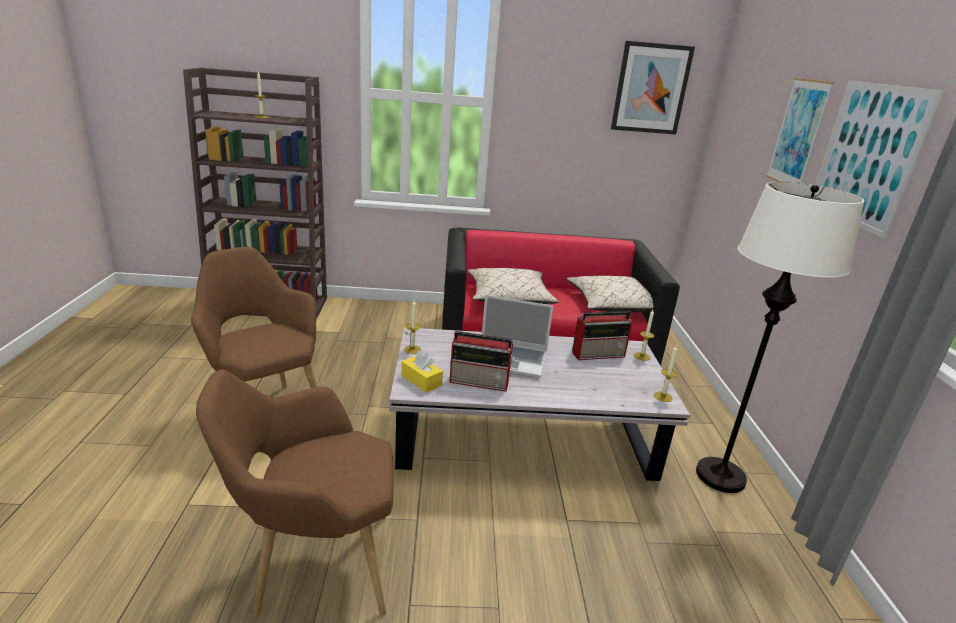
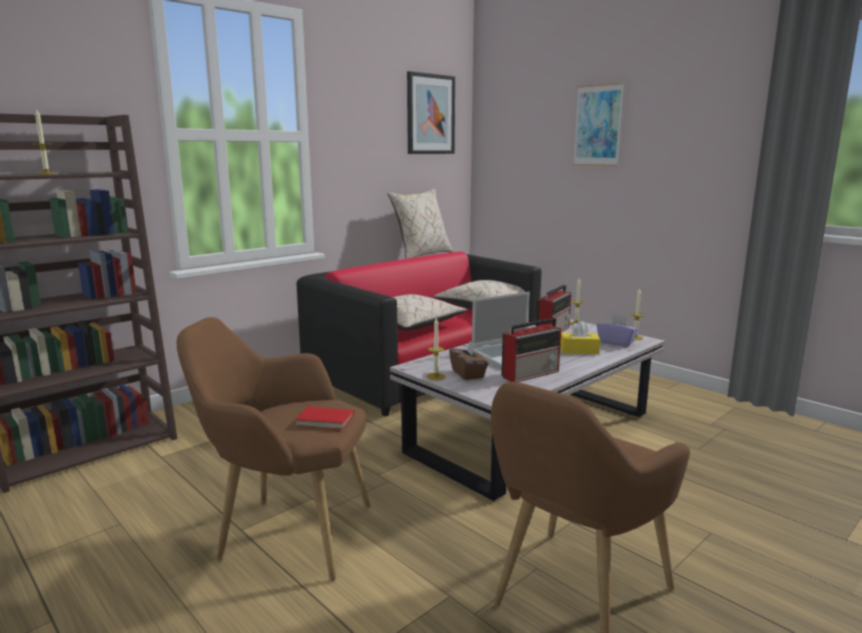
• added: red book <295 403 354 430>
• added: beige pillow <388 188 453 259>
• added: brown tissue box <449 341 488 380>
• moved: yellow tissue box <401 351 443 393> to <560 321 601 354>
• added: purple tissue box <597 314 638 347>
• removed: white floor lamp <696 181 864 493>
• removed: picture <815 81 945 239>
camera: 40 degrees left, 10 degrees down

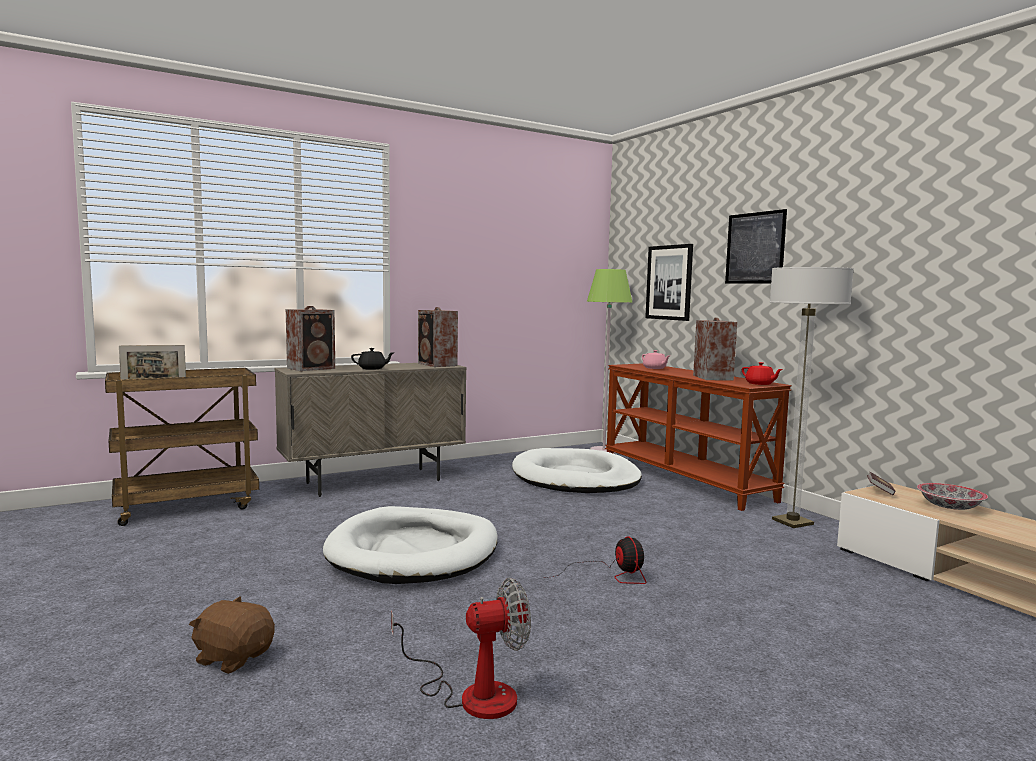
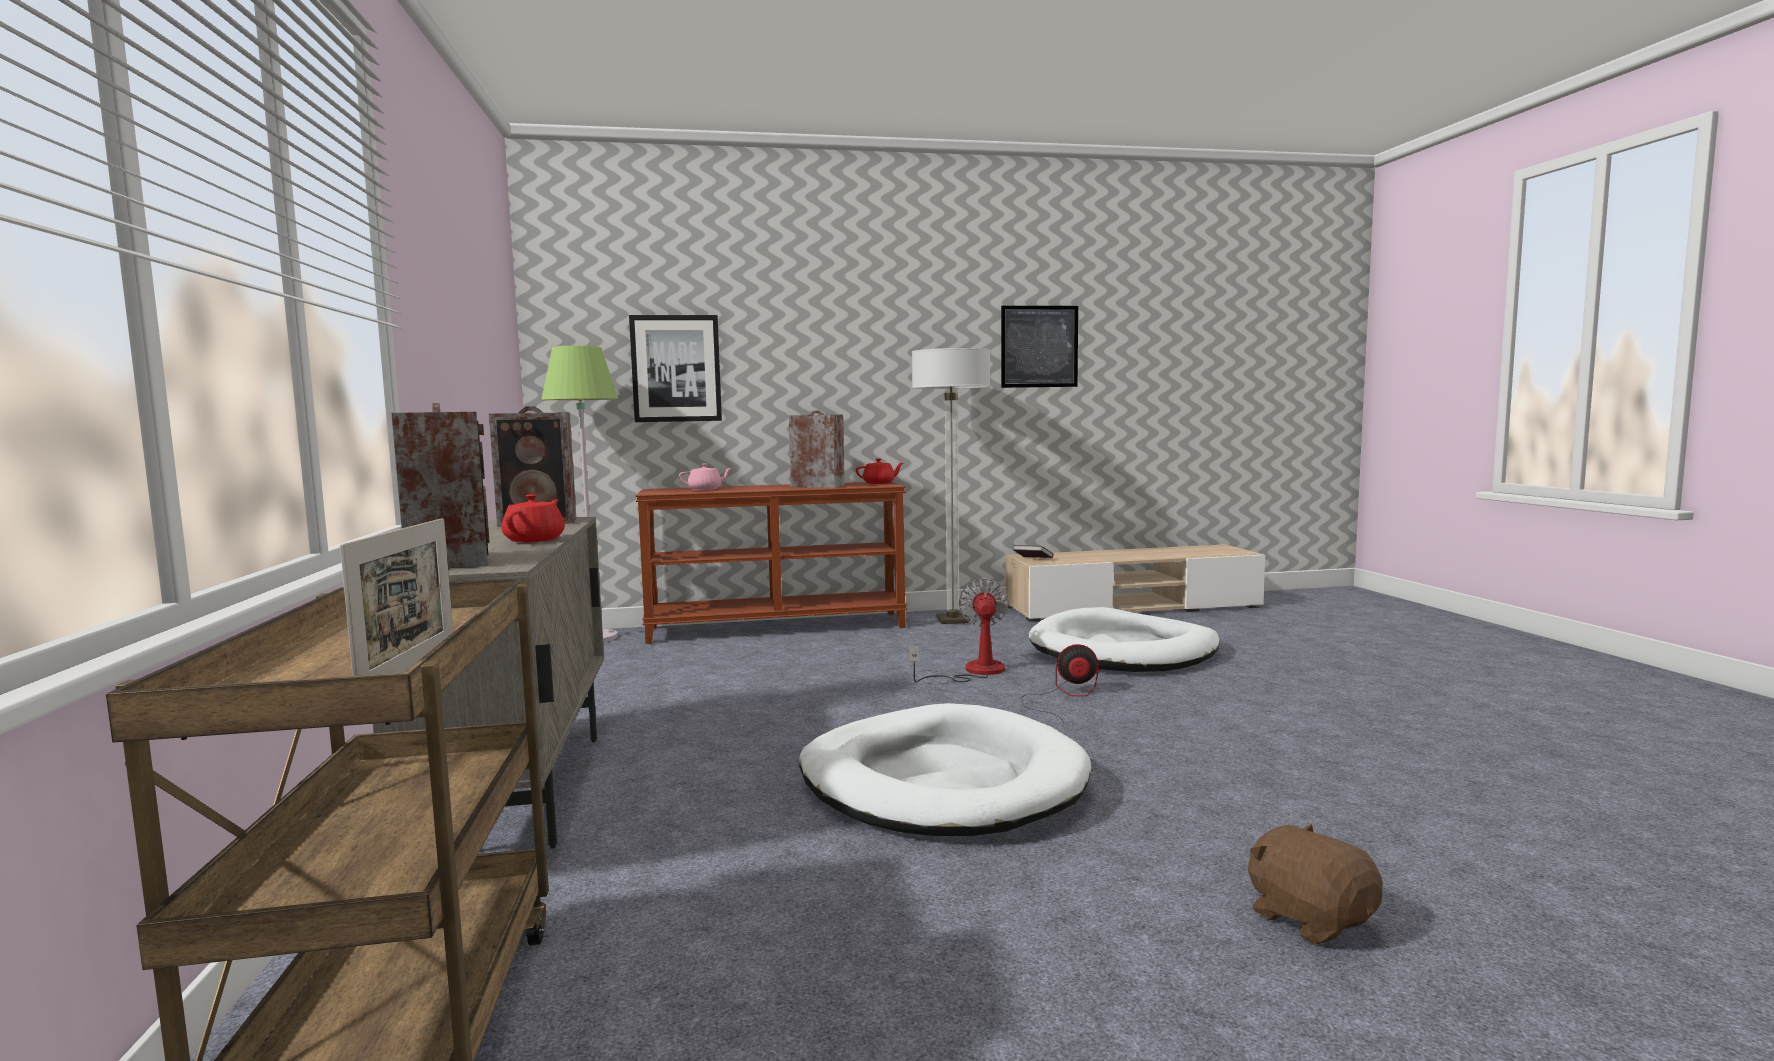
• recoloured: black teapot <351 348 395 370> to red teapot <502 494 565 542>
• moved: fan <391 578 531 719> to <908 578 1009 682>
• moved: picture <725 209 787 284> to <1001 306 1078 388>
• moved: white dog bed <512 448 642 493> to <1029 607 1220 672>
• turned: brown plush toy <189 596 275 674> = <1248 824 1383 944> 105 degrees clockwise
• removed: bowl <917 483 988 510>
camera: 70 degrees left, 0 degrees up

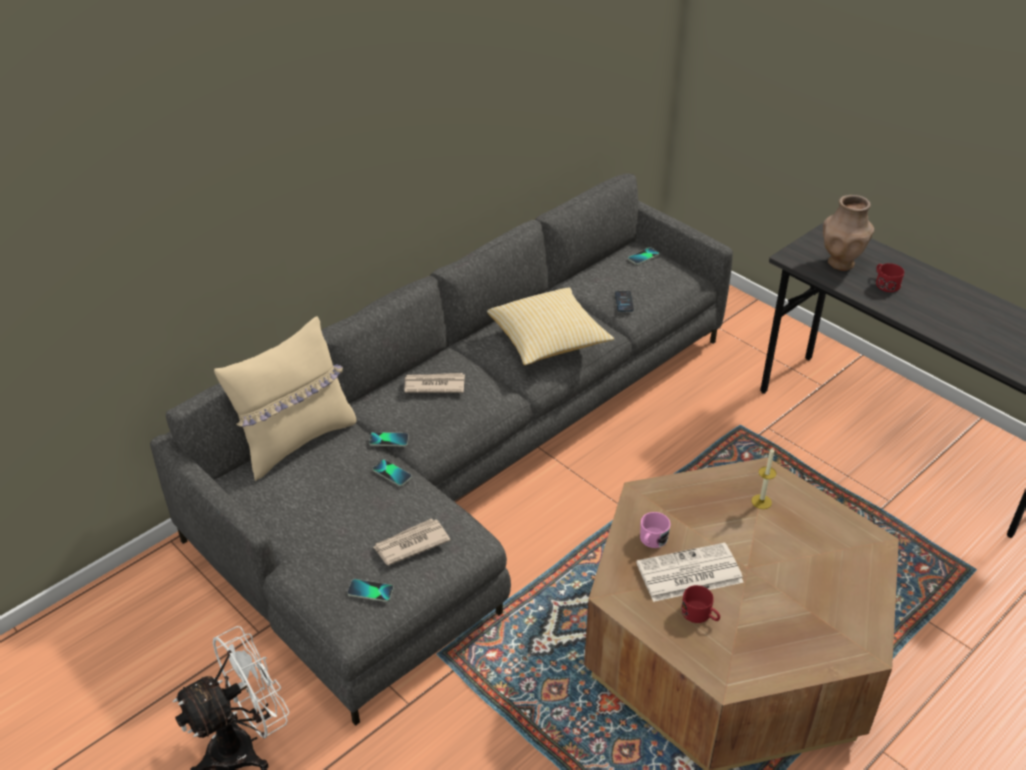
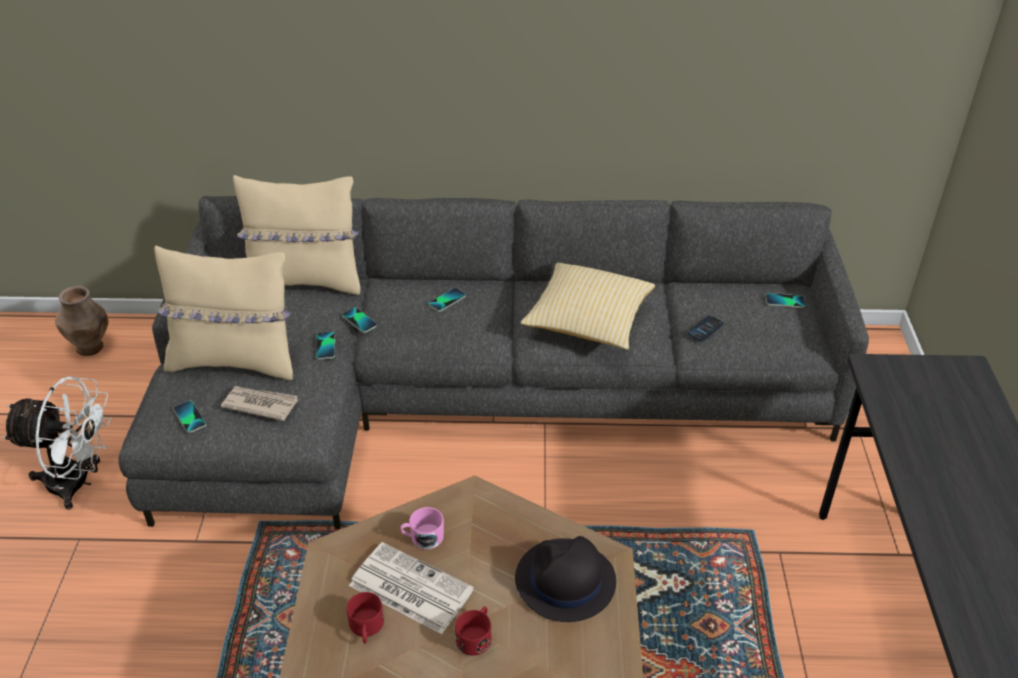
• moved: brown vase <823 195 874 271> to <55 286 108 356>
• added: beige pillow <154 245 293 380>
• replaced: newspaper <404 373 465 393> to phone <428 288 466 312>
• moved: red mug <876 263 904 292> to <455 606 492 656>
• replaced: candle <751 447 776 509> to black hat <515 536 616 622>
camera: 45 degrees right, 0 degrees up

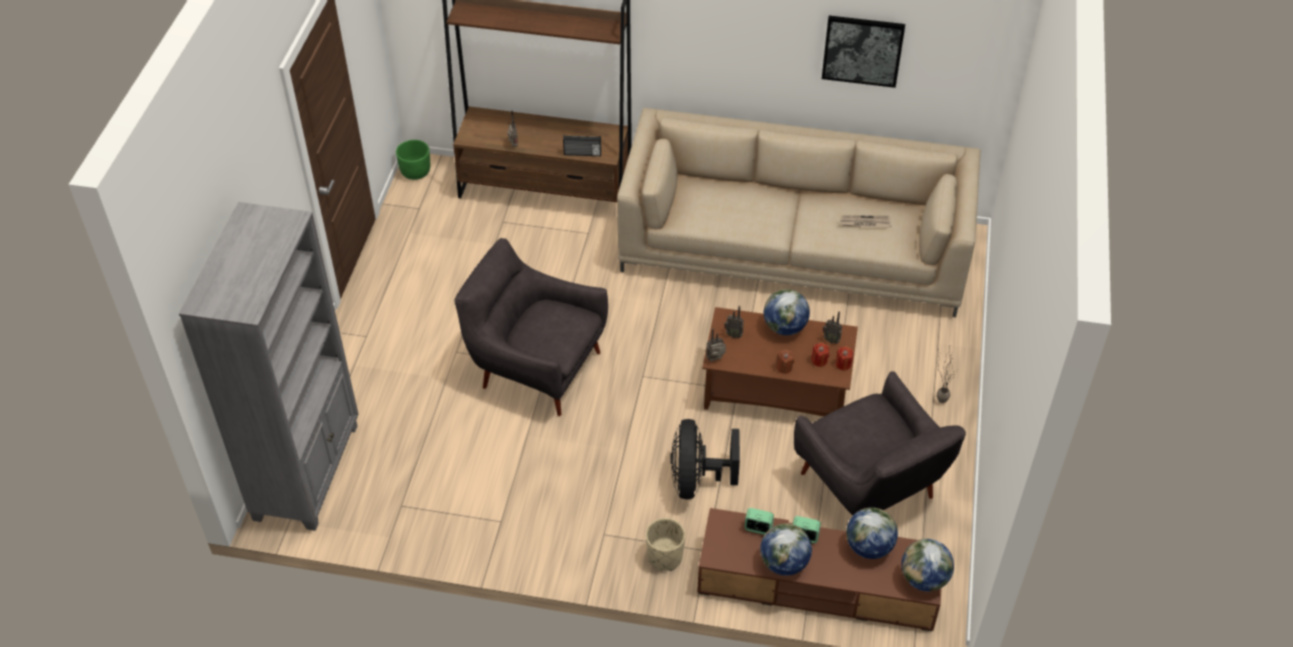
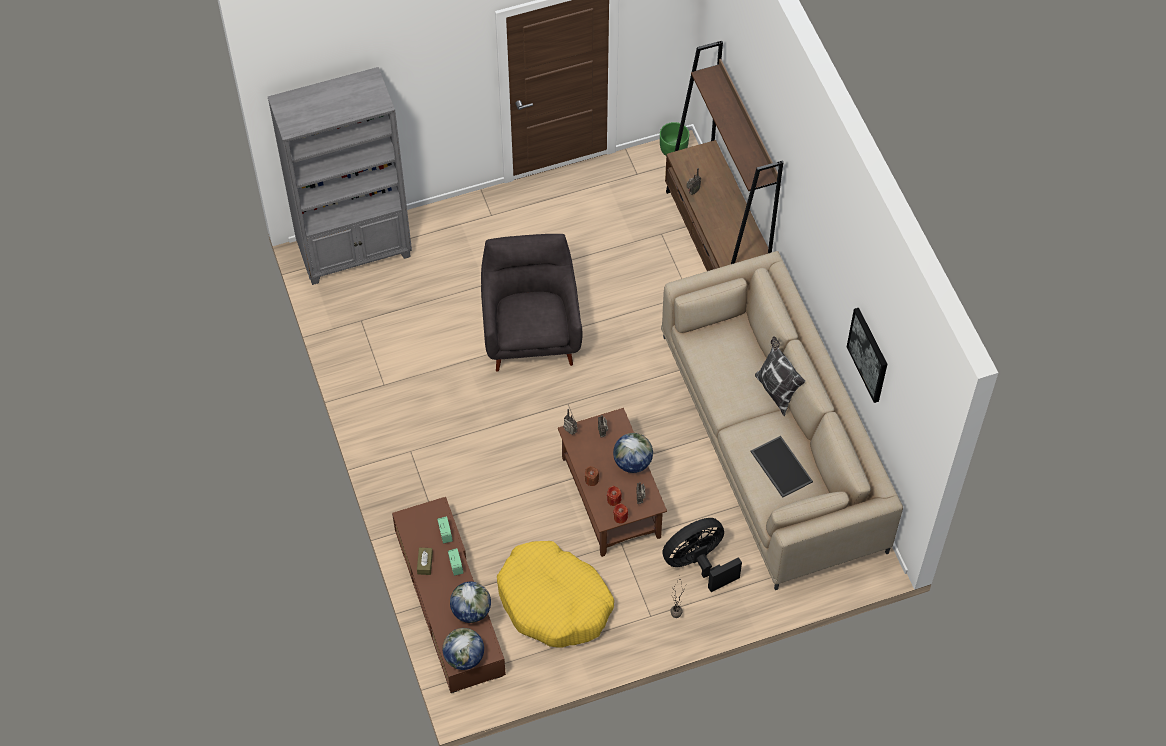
• replaced: globe <760 523 812 576> to brown tissue box <417 548 433 575>
• replaced: grey armchair <794 371 966 515> to yellow dog bed <497 541 614 648>
• moved: black fan <670 419 740 499> to <662 518 742 592>
• replaced: newspaper <840 215 891 228> to tray <751 436 813 498>
• added: pillow <755 336 805 417>
• removed: radio <563 135 601 156>
• removed: beige planter <645 518 685 571>
camera: 60 degrees right, 10 degrees up

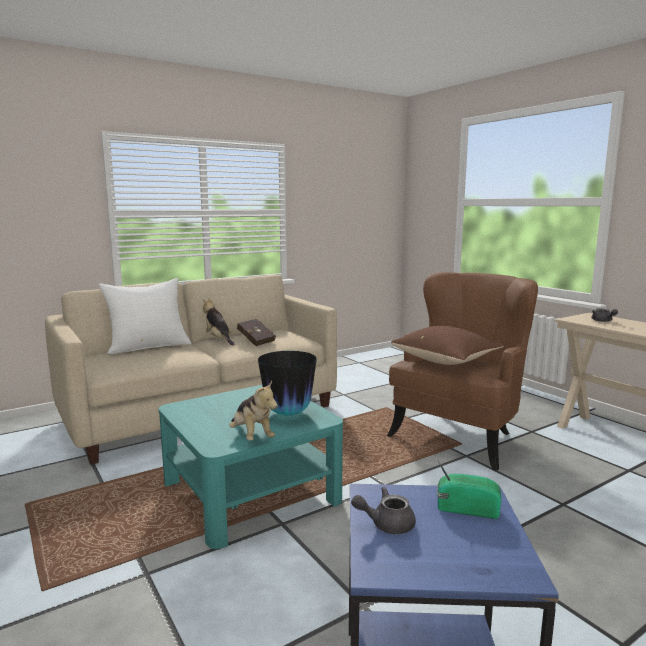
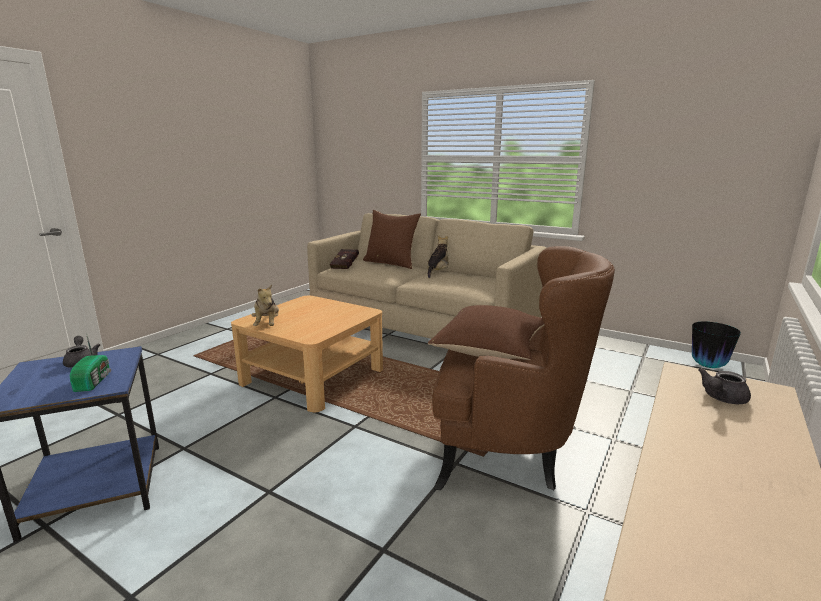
• recoloured: turquoise coffee table <159 385 343 549> to beige coffee table <231 296 383 412>
• turned: plush toy <229 380 278 441> = <252 284 279 326> 45 degrees counterclockwise
• moved: red book <237 319 276 346> to <330 249 359 269>
• recoloured: white pillow <98 278 192 354> to brown pillow <363 210 421 269>
• moved: vase <258 351 317 415> to <692 322 741 368>
camera: 65 degrees right, 5 degrees up

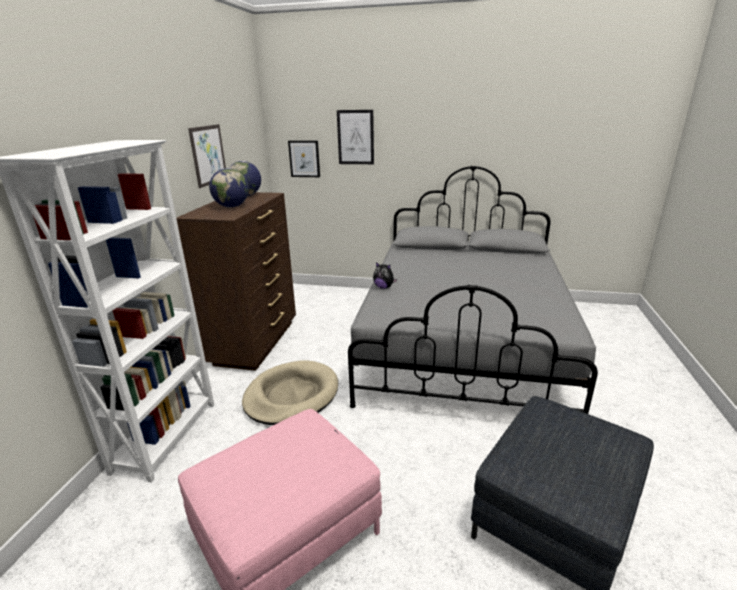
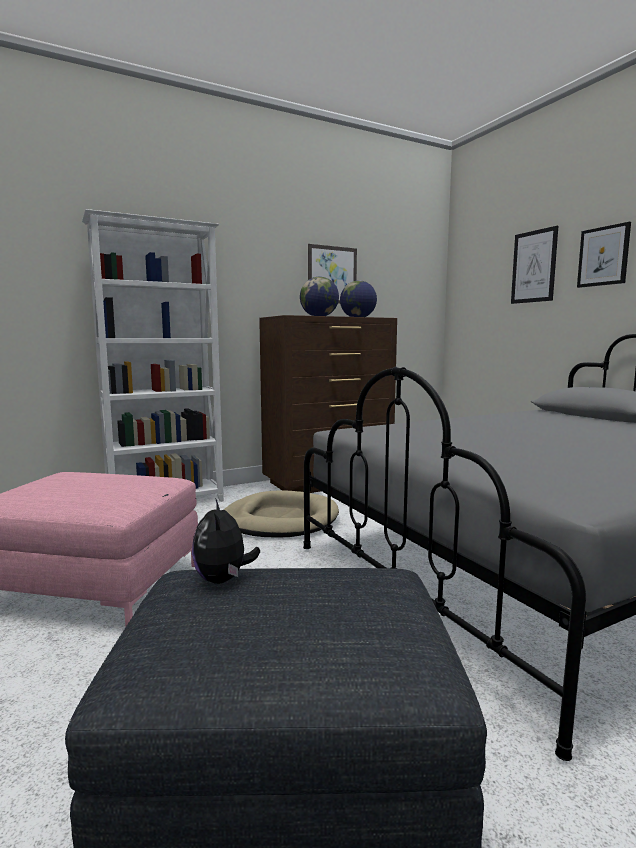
• moved: plush toy <373 262 397 289> to <192 498 260 584>
• moved: picture <288 141 320 177> to <577 222 631 288>
camera: 50 degrees right, 15 degrees down

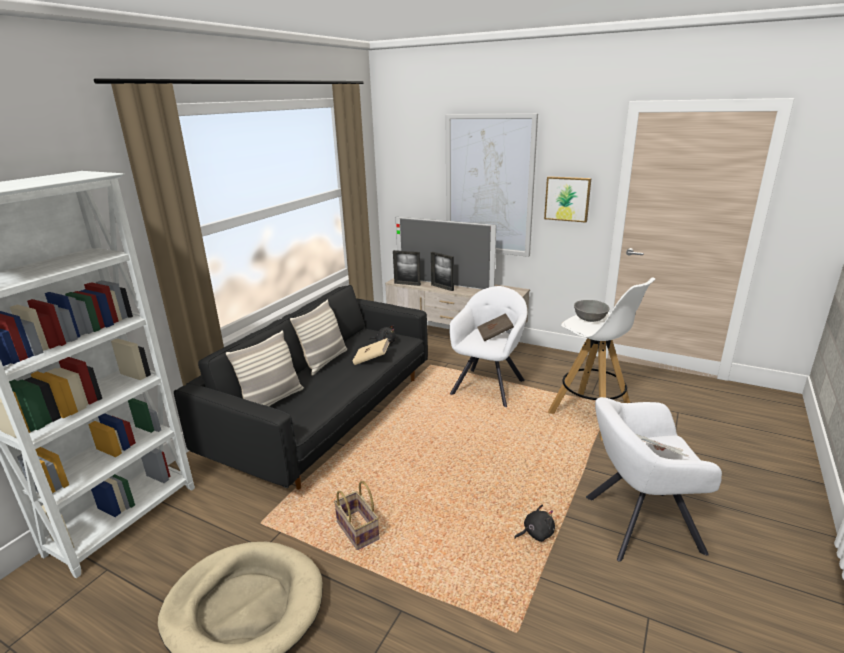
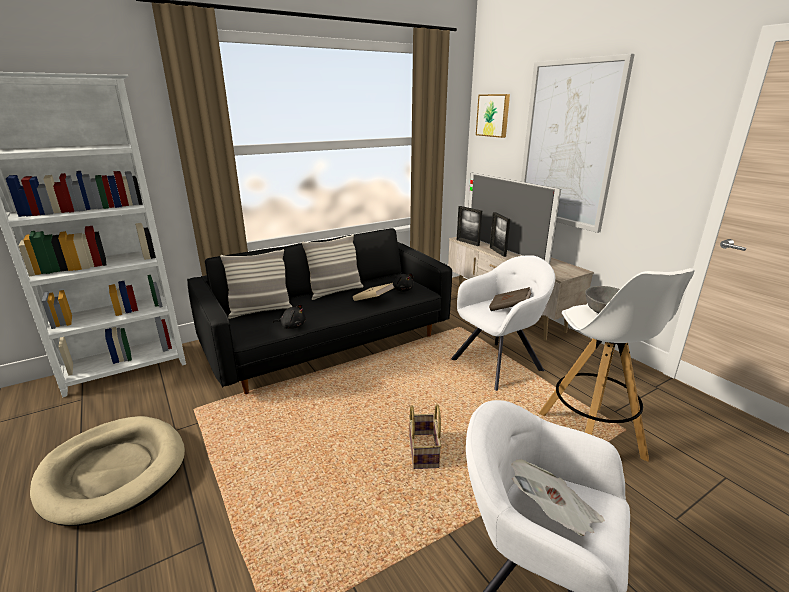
• moved: black plush toy <514 504 555 542> to <273 304 306 329>
• moved: basket <334 481 380 550> to <409 404 441 469>
• moved: picture <544 176 591 223> to <476 94 510 138>
camera: 30 degrees right, 0 degrees up

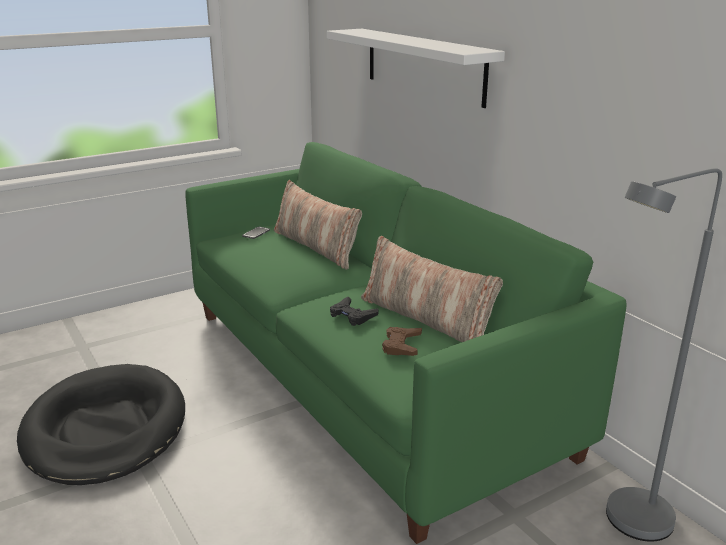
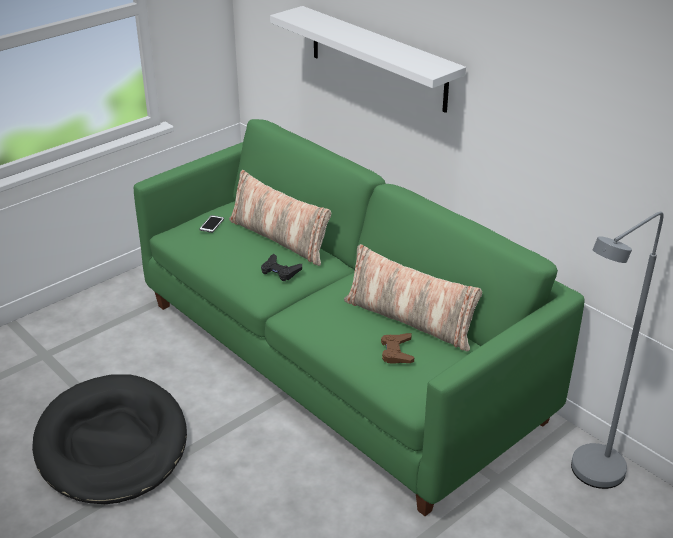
• moved: black game controller <330 296 379 326> to <261 254 302 281>
camera: 10 degrees left, 10 degrees up

